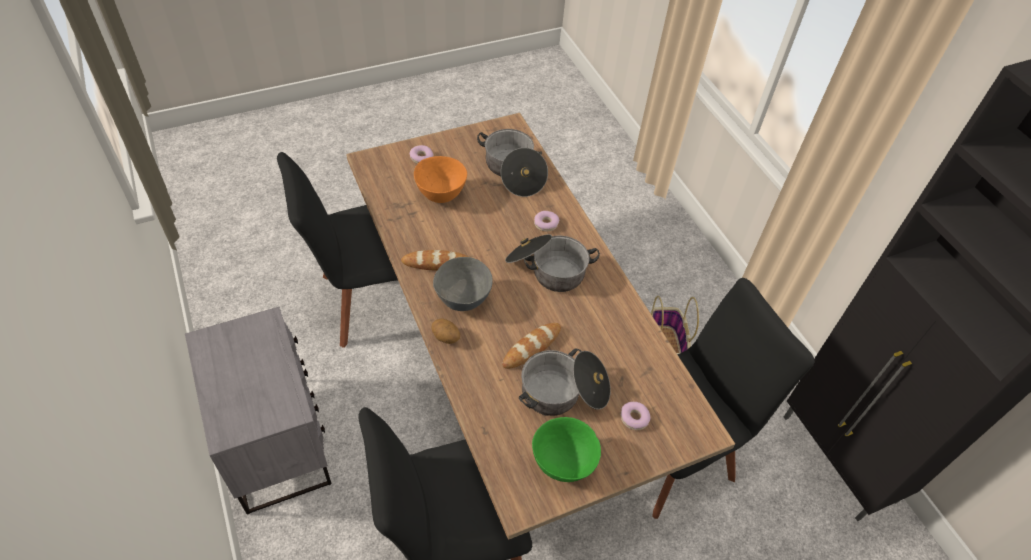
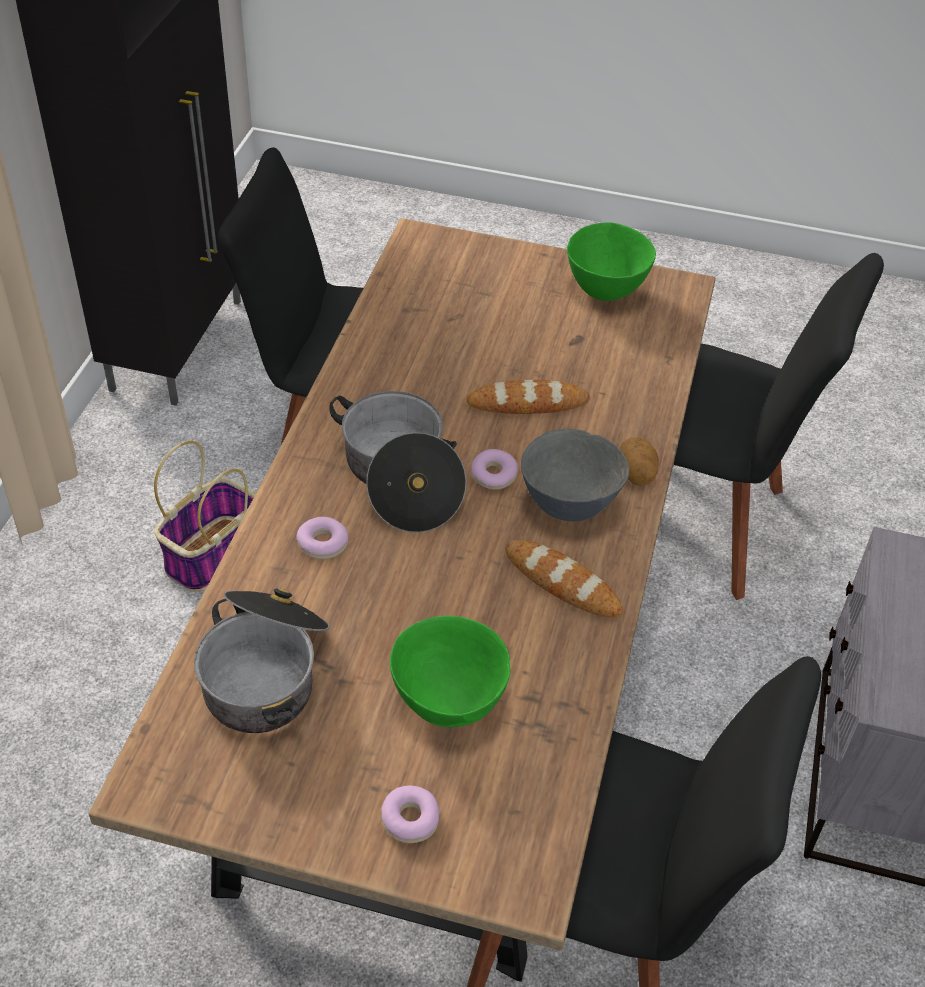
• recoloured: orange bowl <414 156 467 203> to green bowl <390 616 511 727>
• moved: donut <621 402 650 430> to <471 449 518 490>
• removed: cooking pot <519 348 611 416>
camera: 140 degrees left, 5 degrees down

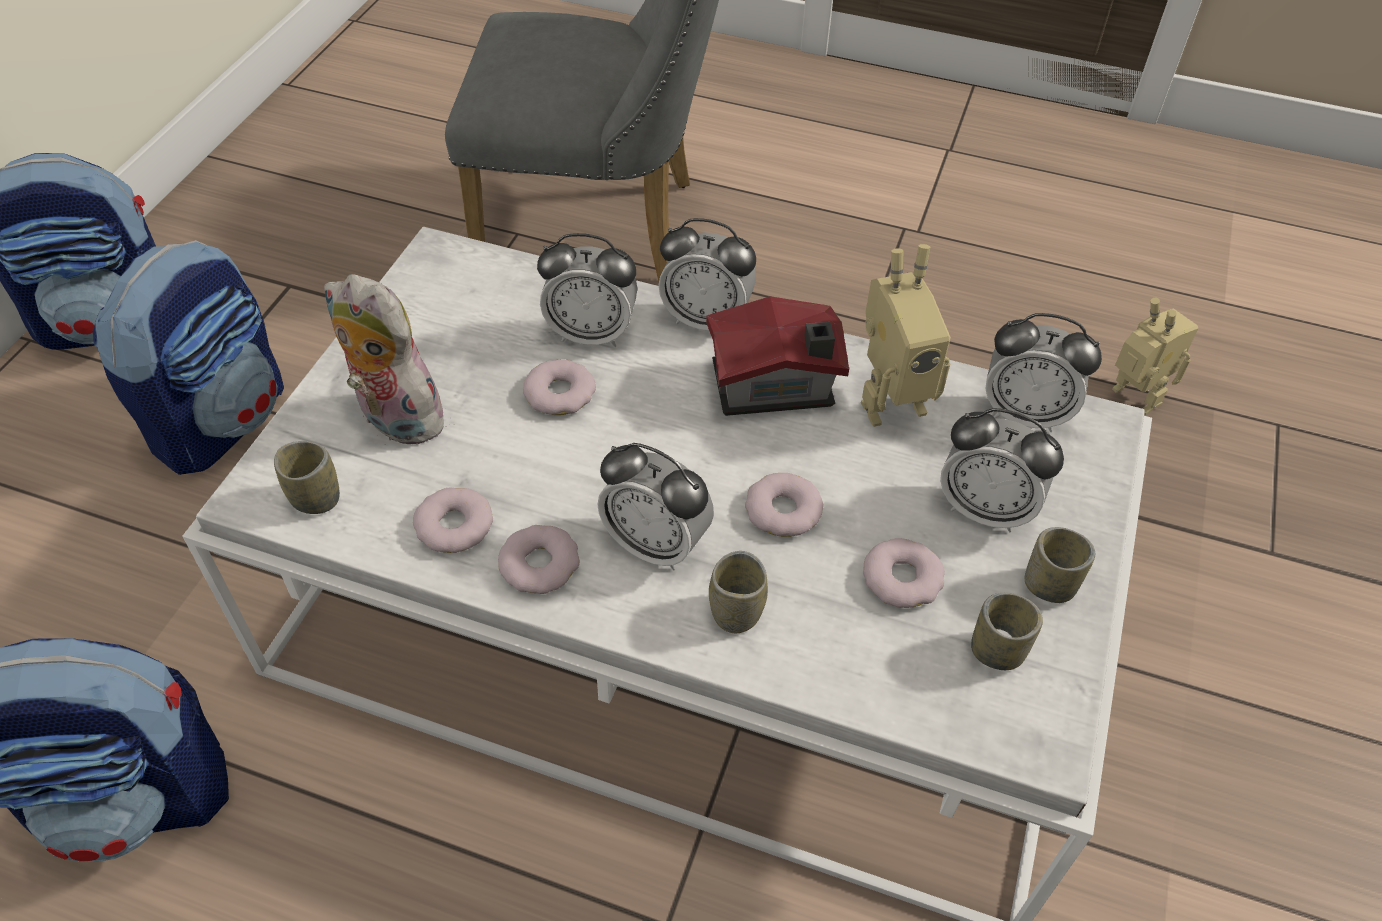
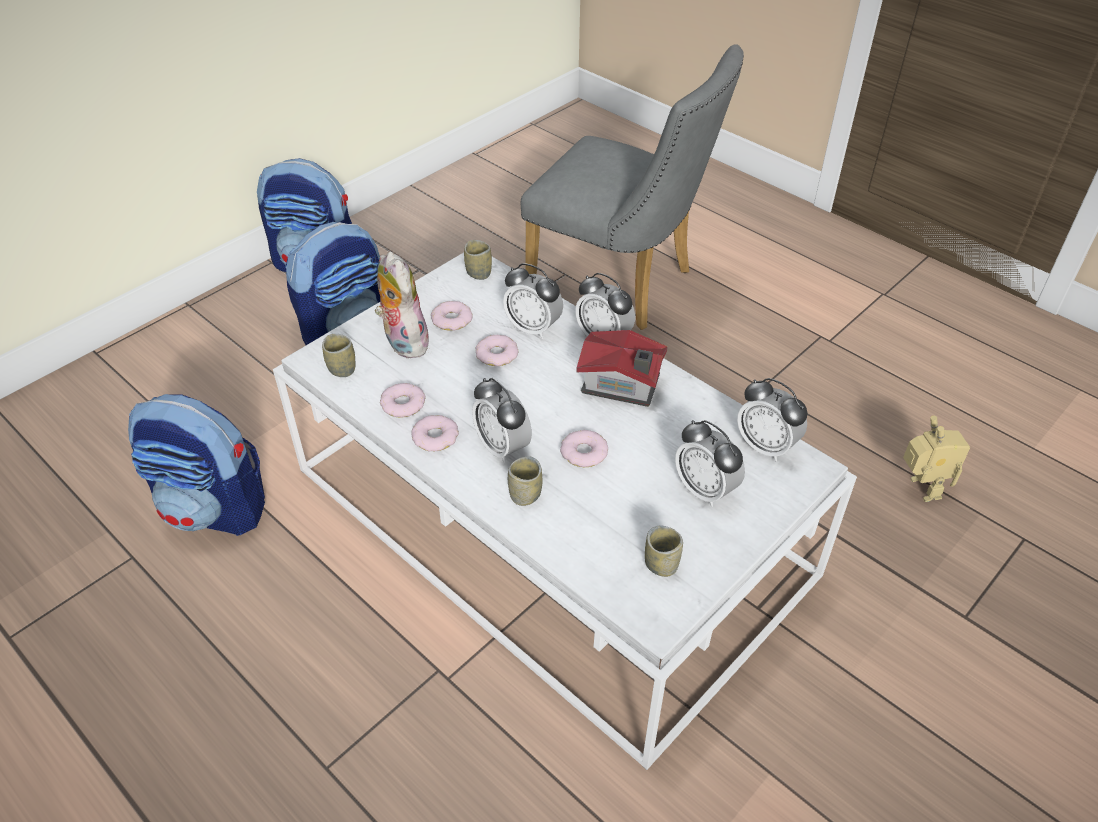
• moved: donut <863 538 945 608> to <431 301 473 331>
• moved: cup <1025 527 1095 603> to <464 240 492 280>
• removed: toy robot <861 244 951 427>
camera: 25 degrees right, 5 degrees down

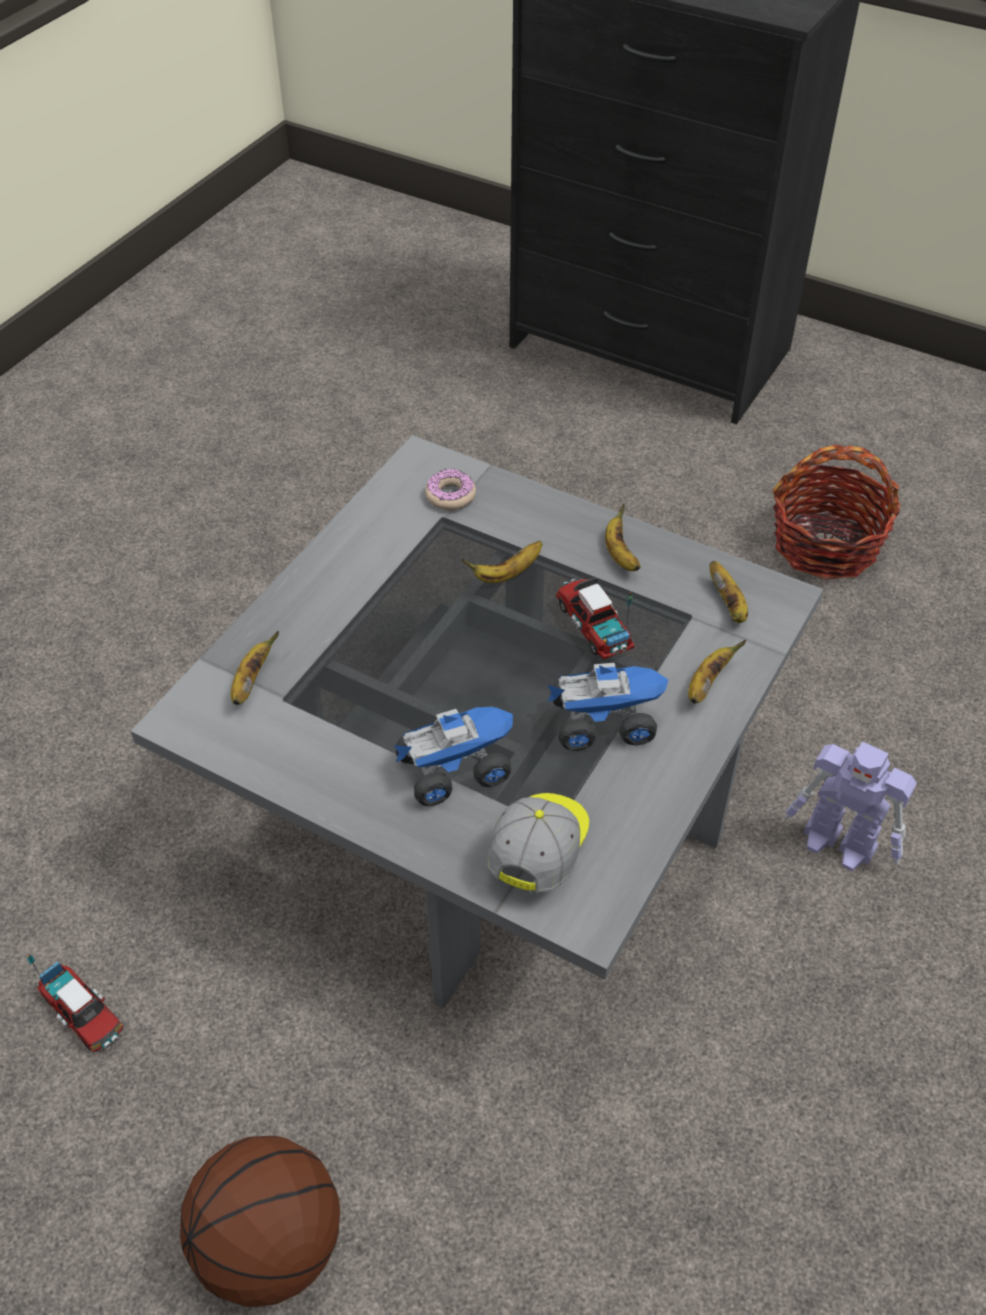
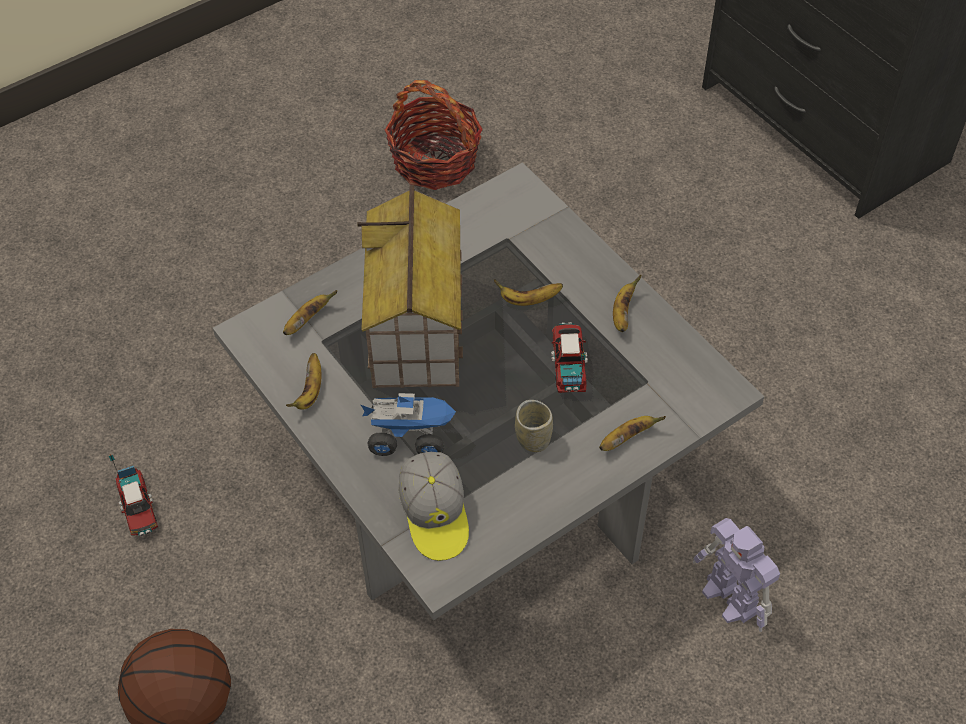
• moved: banana <709 561 748 623> to <286 353 321 410>
• added: toy house <357 185 463 388>
• moved: basket <772 445 901 580> to <385 80 483 190>
• turned: cap <488 793 589 893> = <398 452 469 561> 120 degrees clockwise
• replaced: toy truck <547 663 669 751> to cup <515 400 553 452>
• removed: donut <425 469 476 510>
camera: 25 degrees right, 5 degrees up

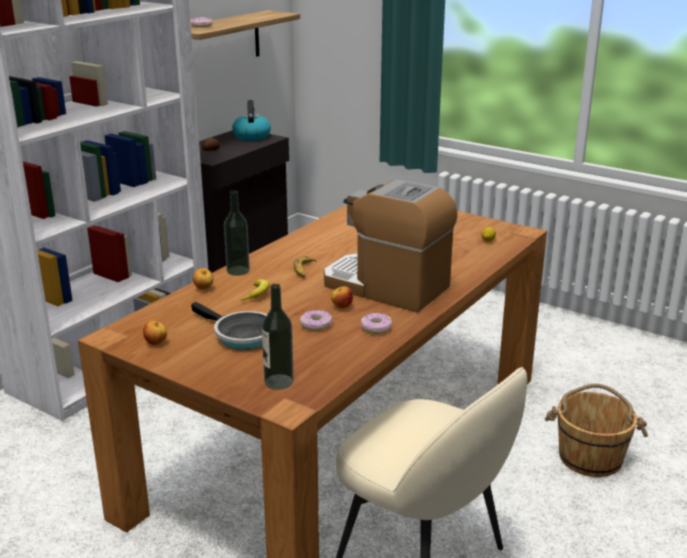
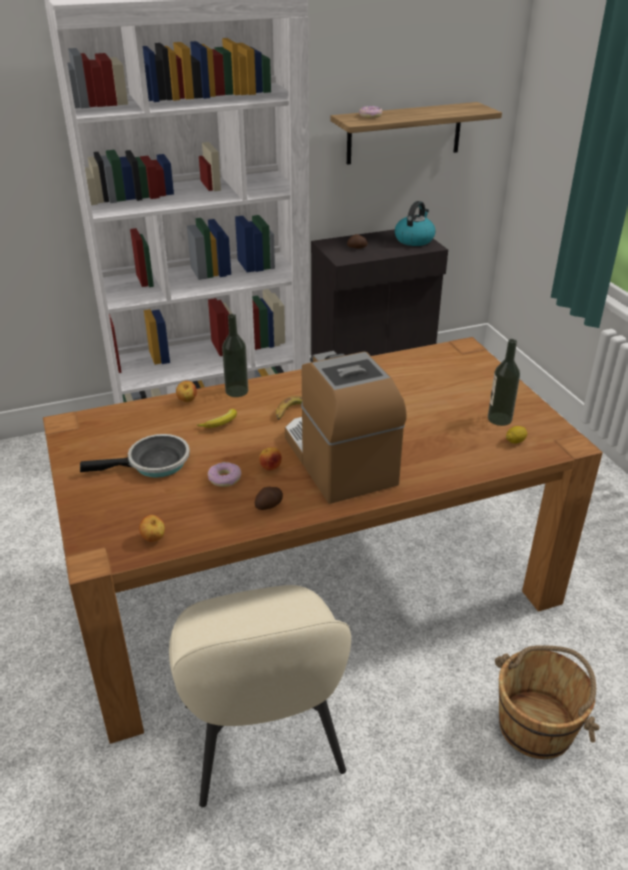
• turned: frying pan <191 302 267 350> = <80 434 190 478> 90 degrees counterclockwise
• moved: apple <143 320 167 345> to <139 515 165 542>
• replaced: donut <361 313 392 334> to potato <255 487 283 510>
• moved: bottle <262 284 294 390> to <488 339 520 426>
camera: 35 degrees right, 10 degrees up

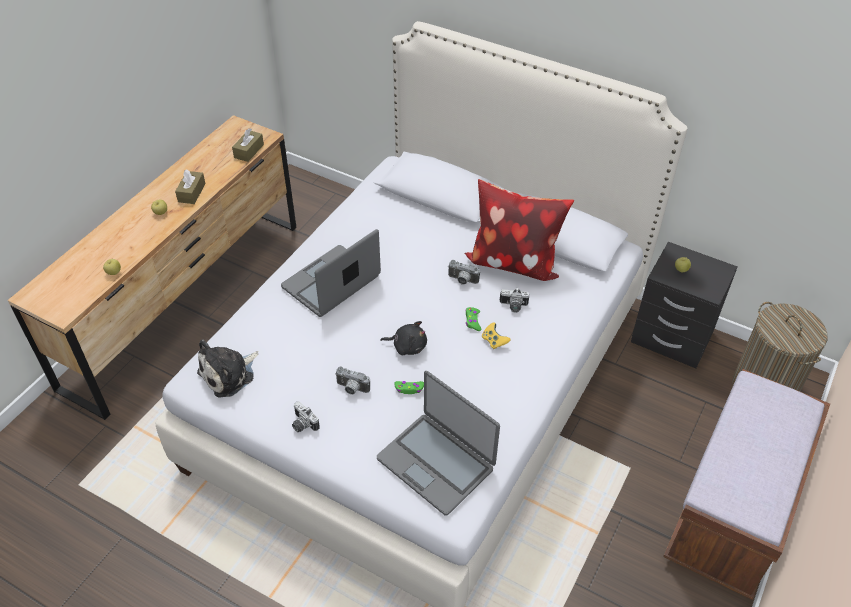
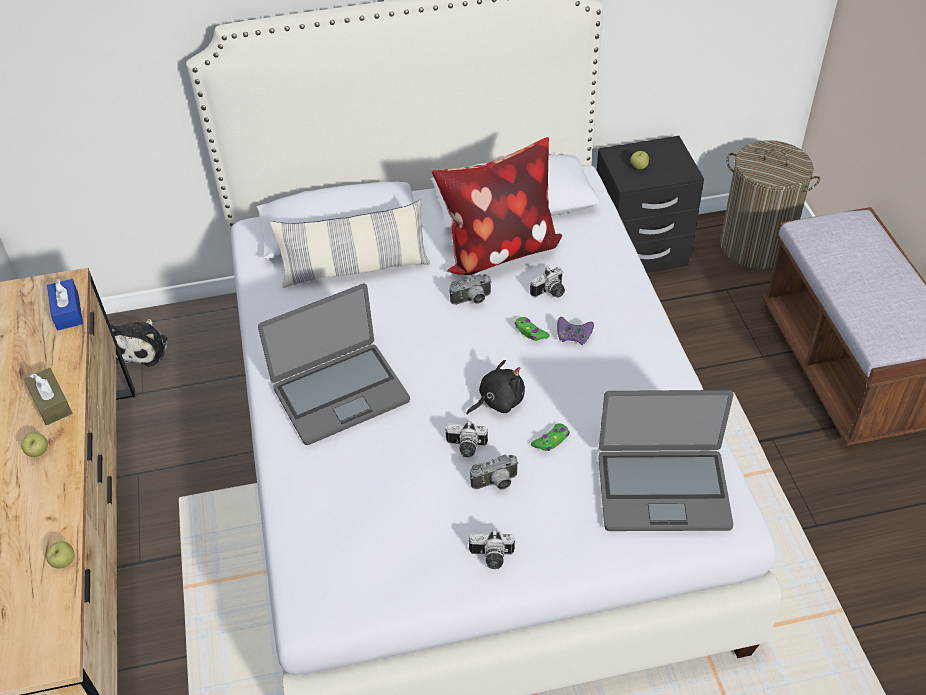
• recoloured: brown tissue box <232 128 264 162> to blue tissue box <47 278 83 330>
• moved: plush toy <197 339 259 397> to <110 319 168 367>
• turned: laptop <281 229 381 317> = <258 284 410 445> 120 degrees counterclockwise
• added: pillow <270 200 430 288>
• added: photo camera <446 421 488 457>
• recoloured: yellow game controller <482 322 511 349> to purple game controller <557 317 594 345>
camera: 40 degrees left, 0 degrees up

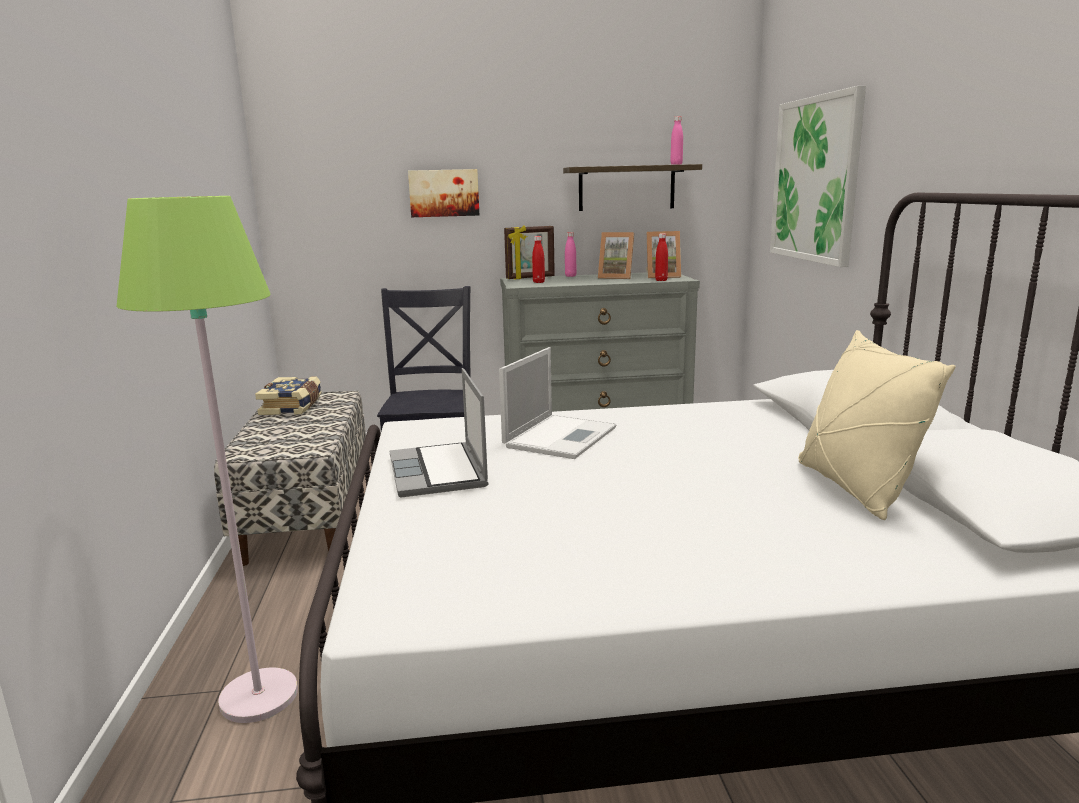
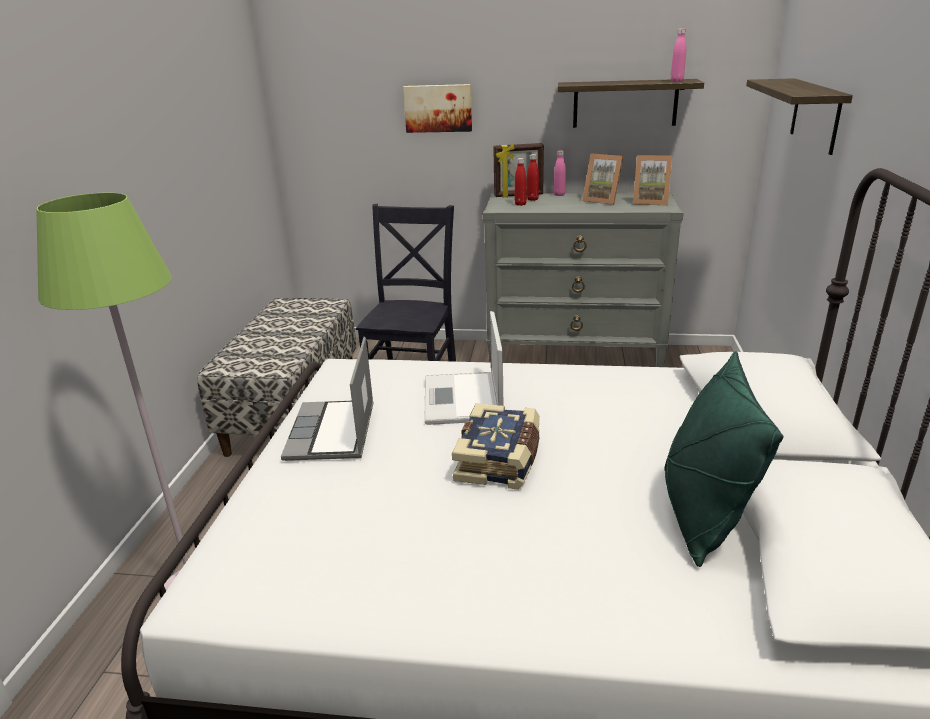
• turned: laptop <499 347 616 459> = <424 311 503 425> 135 degrees clockwise
• moved: book <255 376 322 415> to <452 403 540 490>
• moved: red bottle <655 233 668 281> to <527 154 539 201>
• recoloured: beige pillow <798 330 955 520> to green pillow <665 351 784 567>
• replaced: picture <770 86 866 267> to shelf <746 78 853 155>
camera: 15 degrees right, 10 degrees up

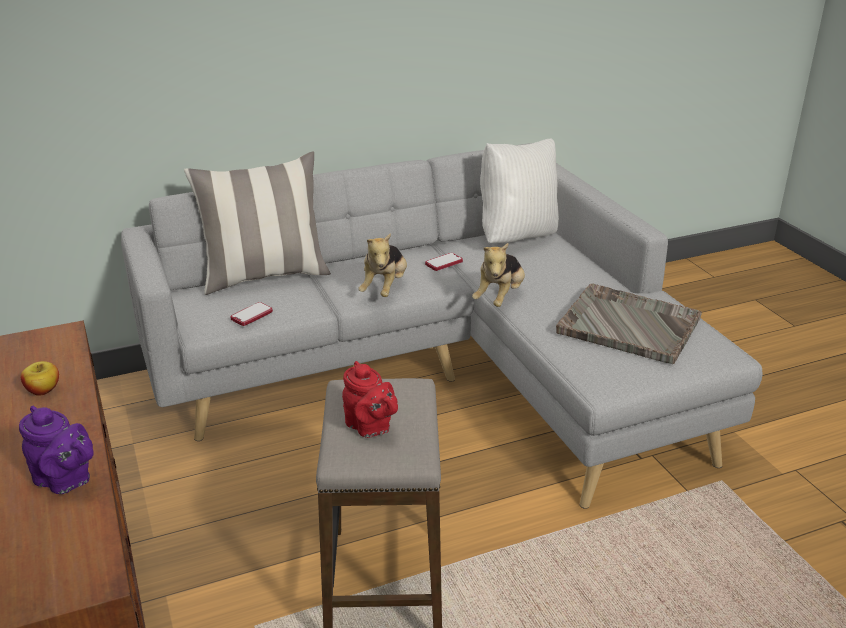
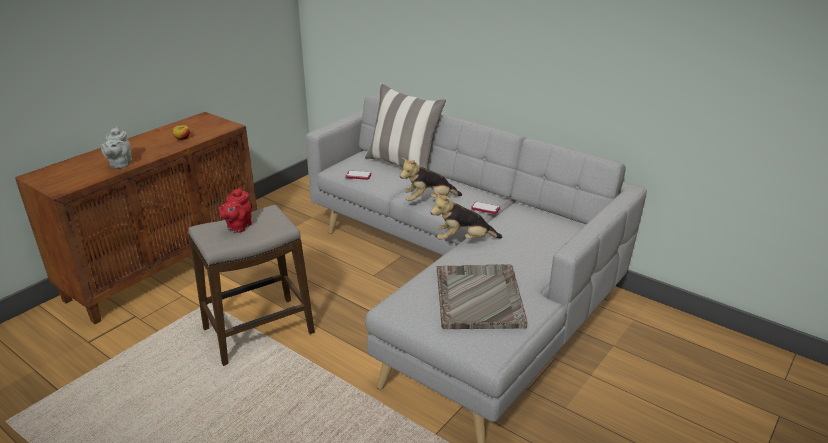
• recoloured: purple teapot <19 406 94 494> to grey teapot <101 126 132 169>
• removed: white pillow <480 139 559 243>
camera: 60 degrees right, 0 degrees up

